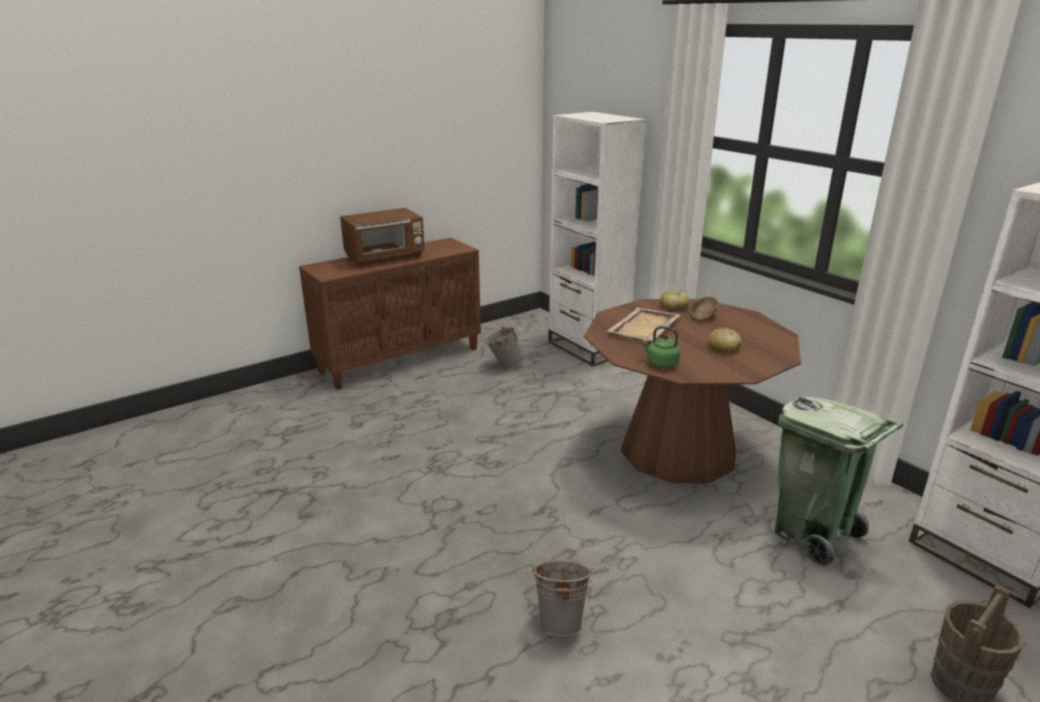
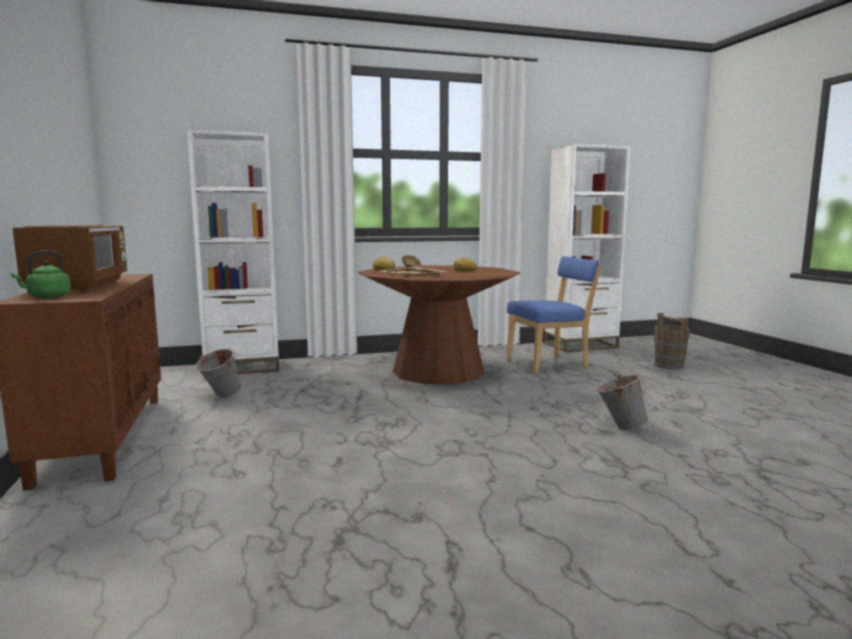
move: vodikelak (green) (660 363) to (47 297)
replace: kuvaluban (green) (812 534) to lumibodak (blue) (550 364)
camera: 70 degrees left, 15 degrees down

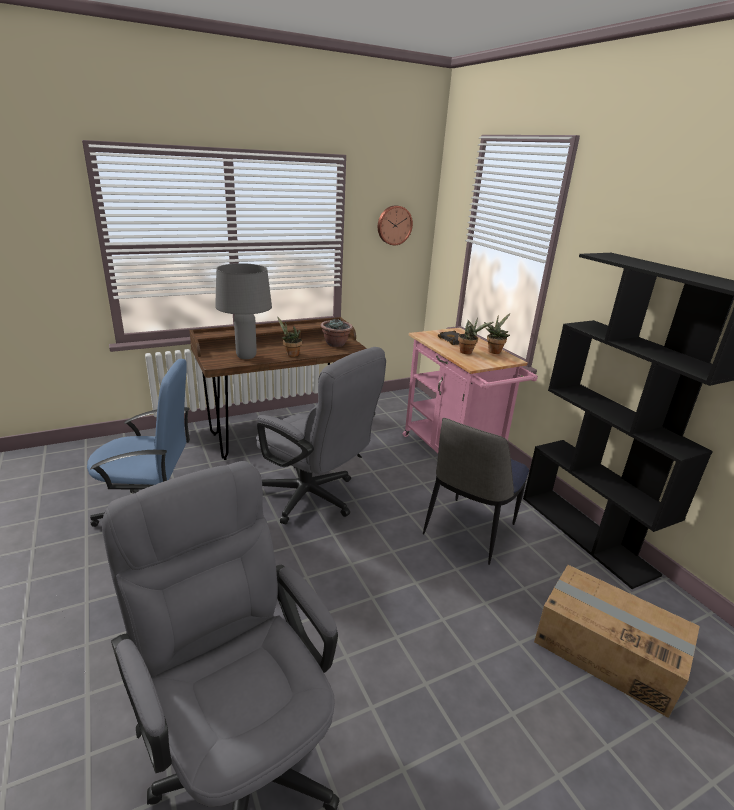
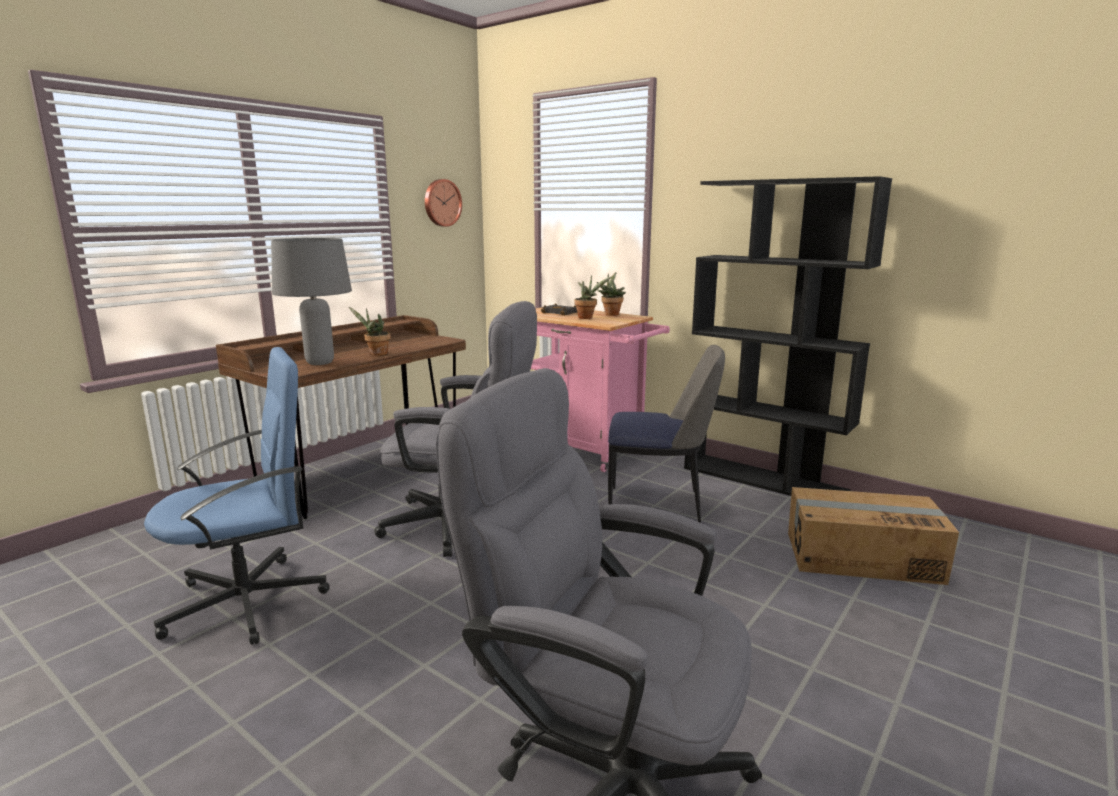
delete: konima (336 344)
rotate: lumibodak (468 531) = (658 506) 90 degrees counterclockwise
camera: 25 degrees left, 10 degrees down

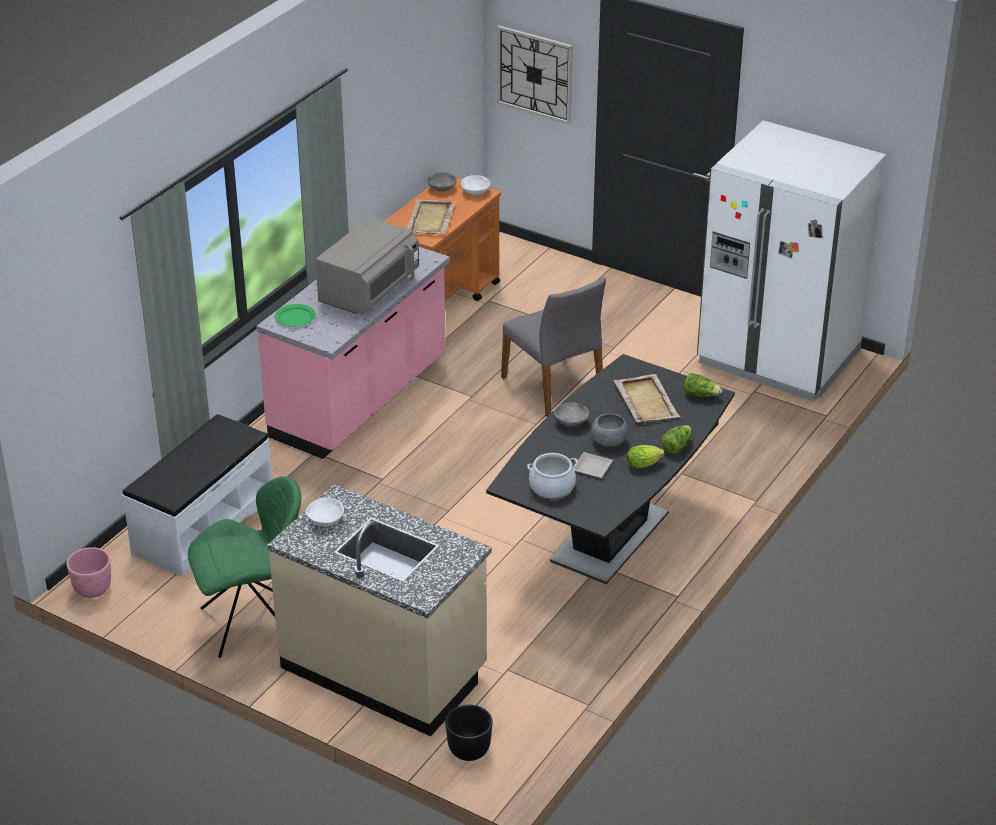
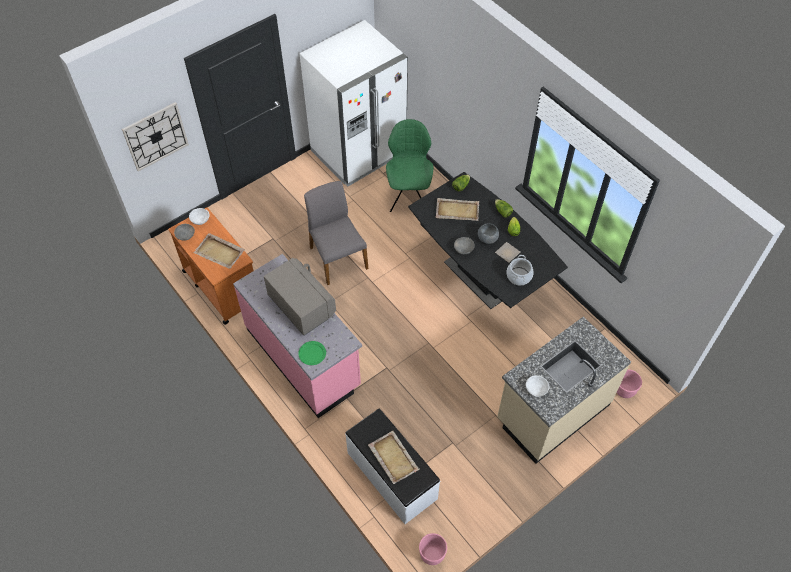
insert: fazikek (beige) (393 457)
move: lumibodak (green) (251 623) to (409 195)
recolor: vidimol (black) (468 751) to vidimol (pink) (624 391)
rotate: lumibodak (grey) (554 387) = (337 258) 105 degrees counterclockwise
camera: 70 degrees left, 20 degrees up

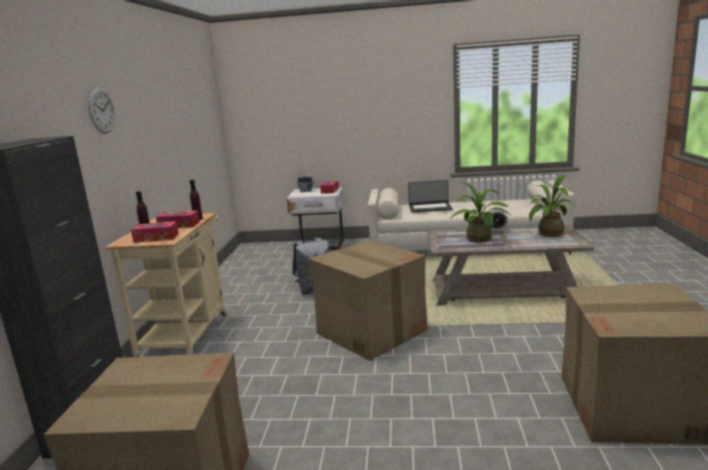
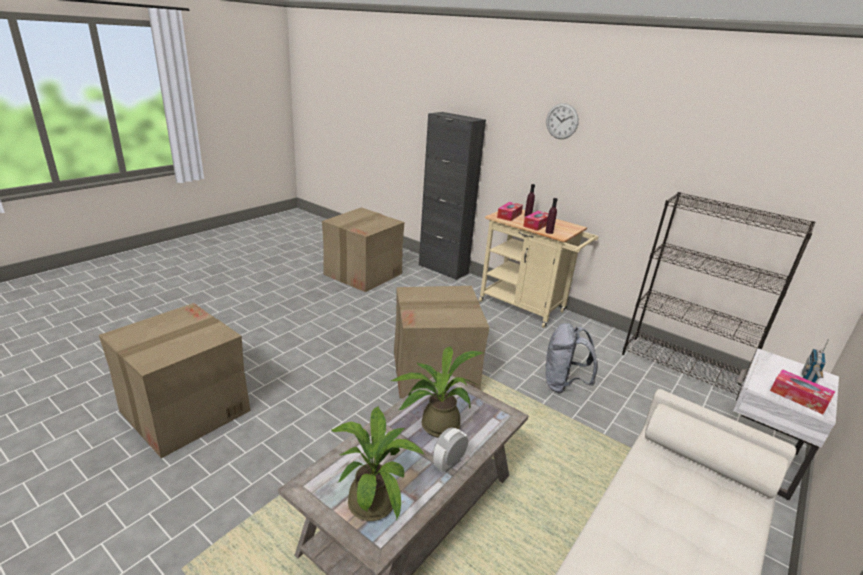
delete: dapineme (430 208)
insert: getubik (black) (683 367)
camera: 120 degrees right, 10 degrees up

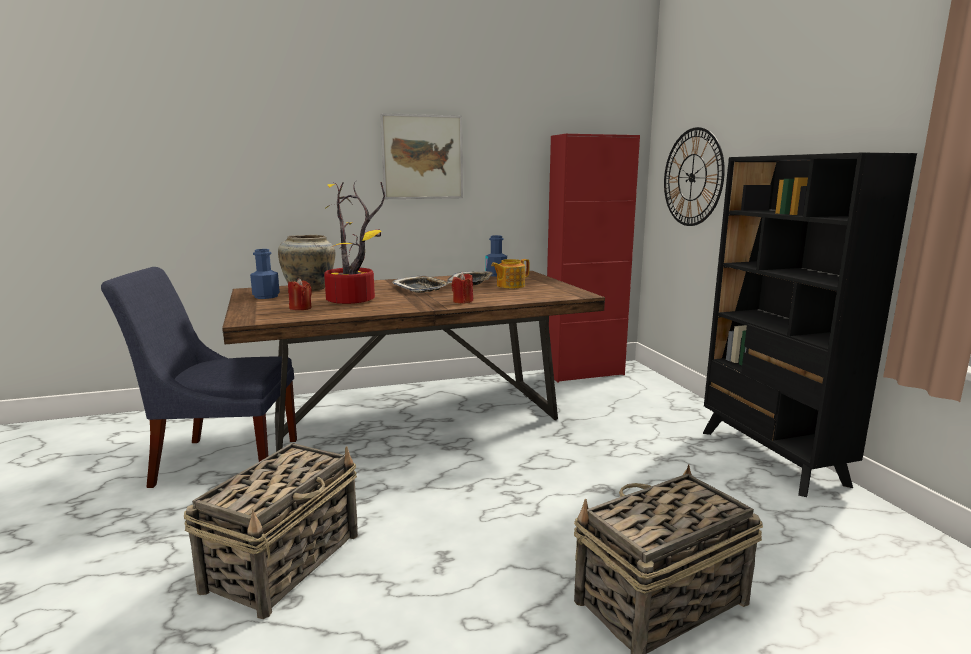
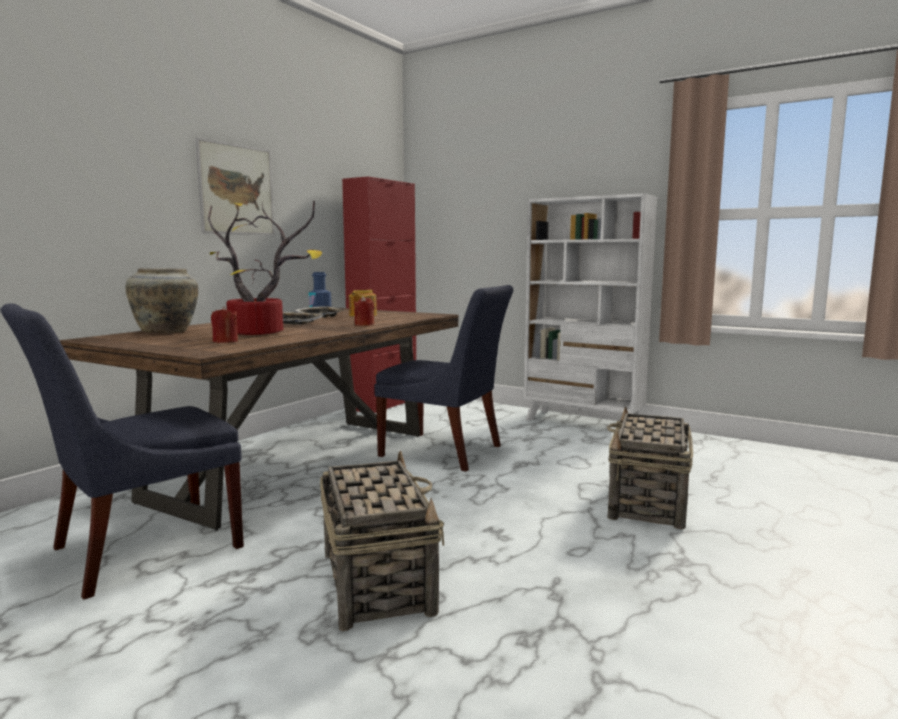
delete: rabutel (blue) (266 296); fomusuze (692 177)
insert: lumibodak (blue) (445 452)
recolor: getubik (black) (771 457) to getubik (white) (583 423)
camera: 40 degrees left, 5 degrees down

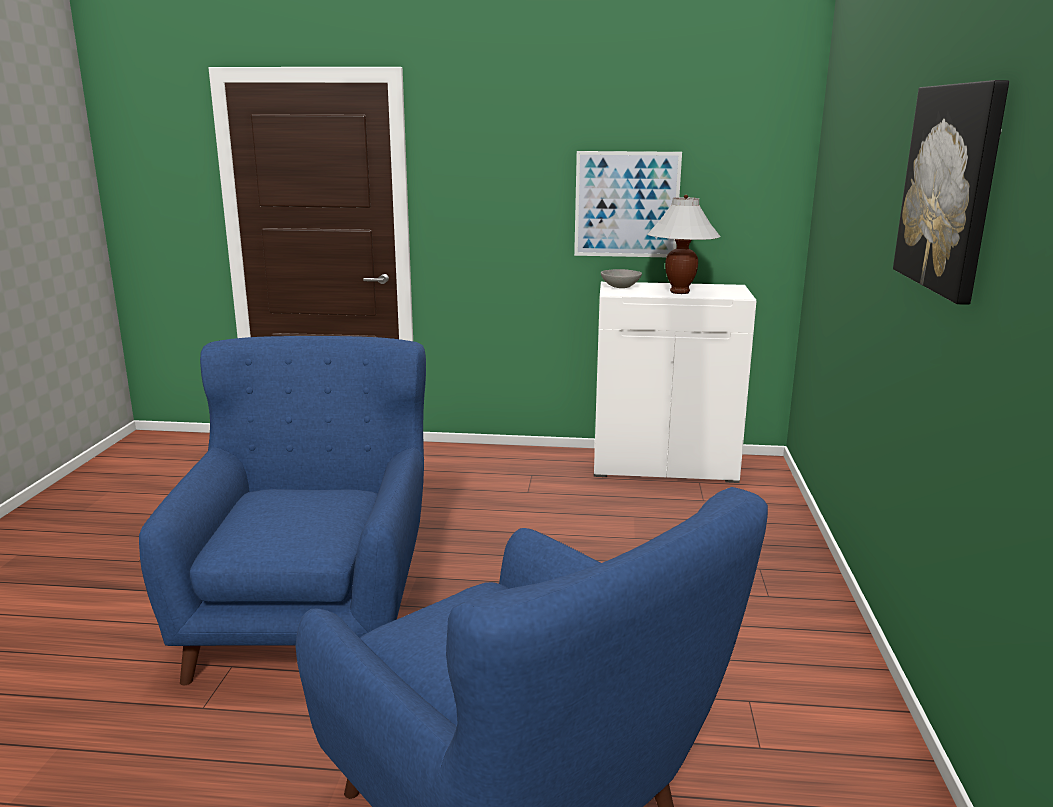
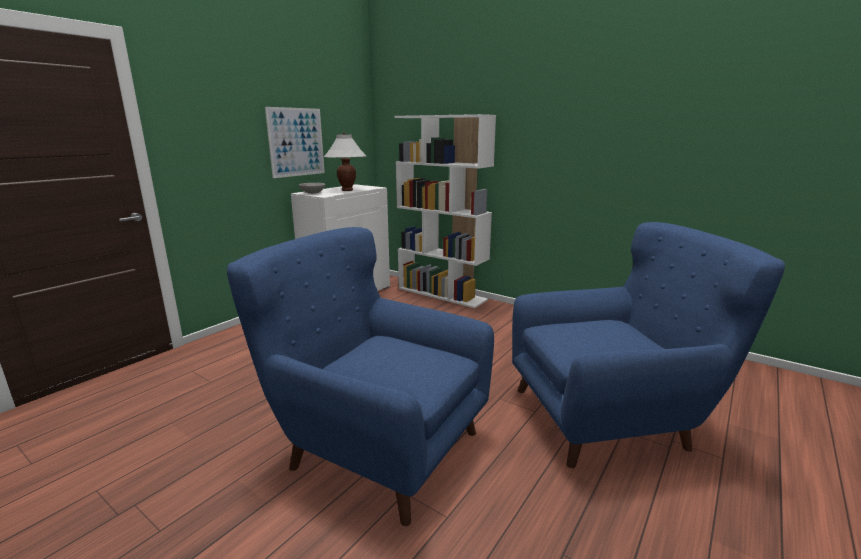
delete: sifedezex (950 188)
insert: getubik (white) (442 294)
camera: 60 degrees left, 0 degrees up

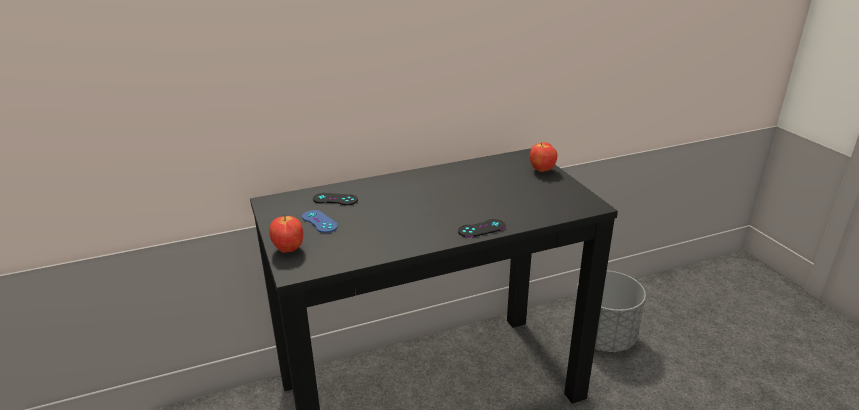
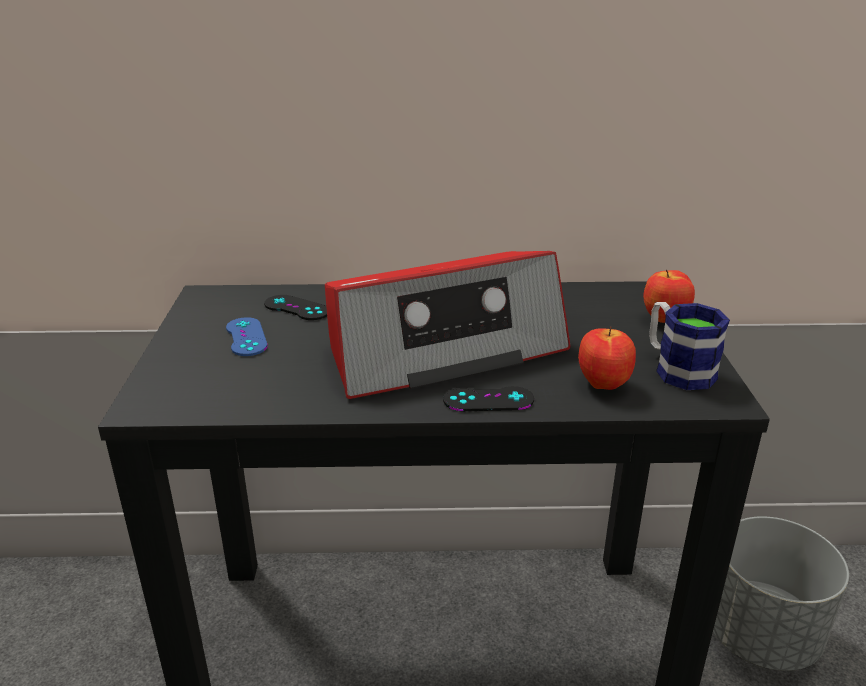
insert: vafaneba (443 349); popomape (676 369)
move: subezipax (288 249) to (602 385)
camera: 20 degrees right, 0 degrees up

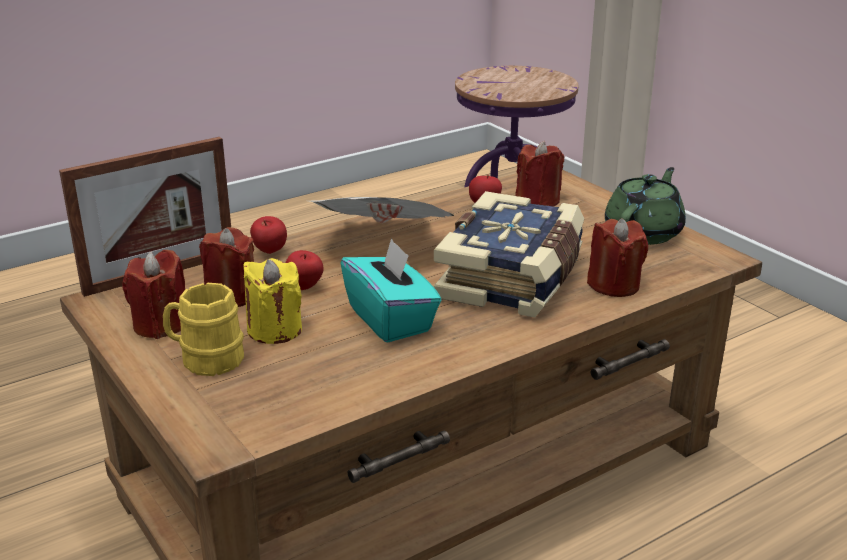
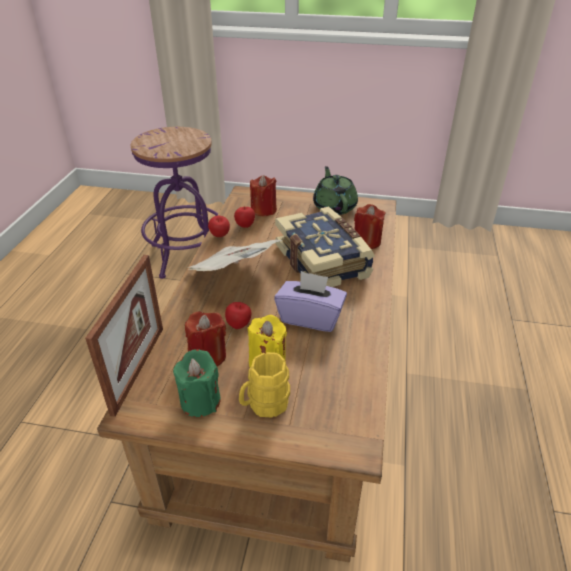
move: subezipax (269 252) to (220 236)
recolor: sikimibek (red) (161 325) to sikimibek (green) (200 401); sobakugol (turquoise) (391 319) to sobakugol (purple) (310 317)
camera: 45 degrees left, 10 degrees up

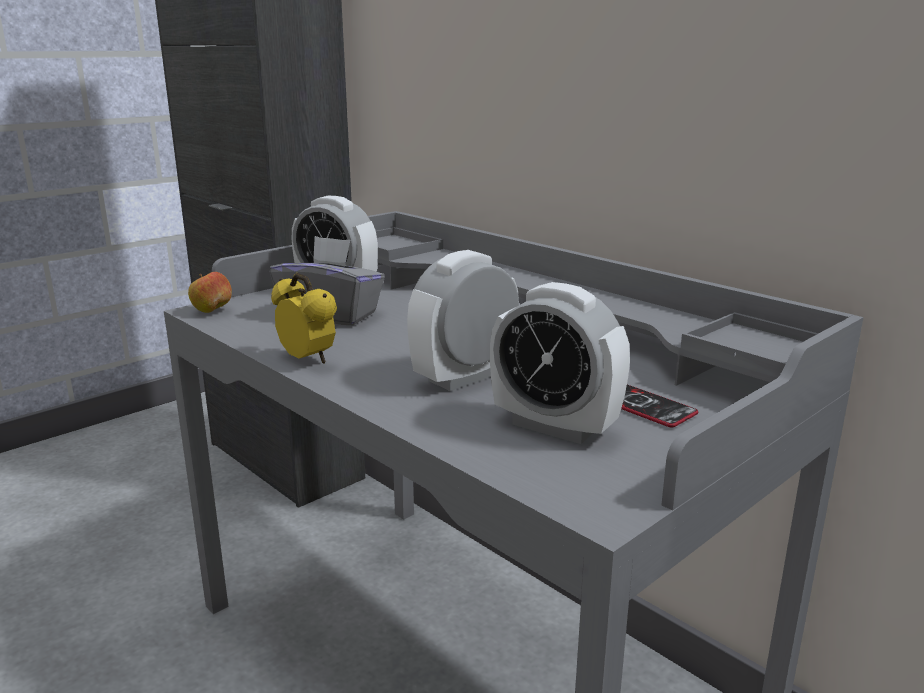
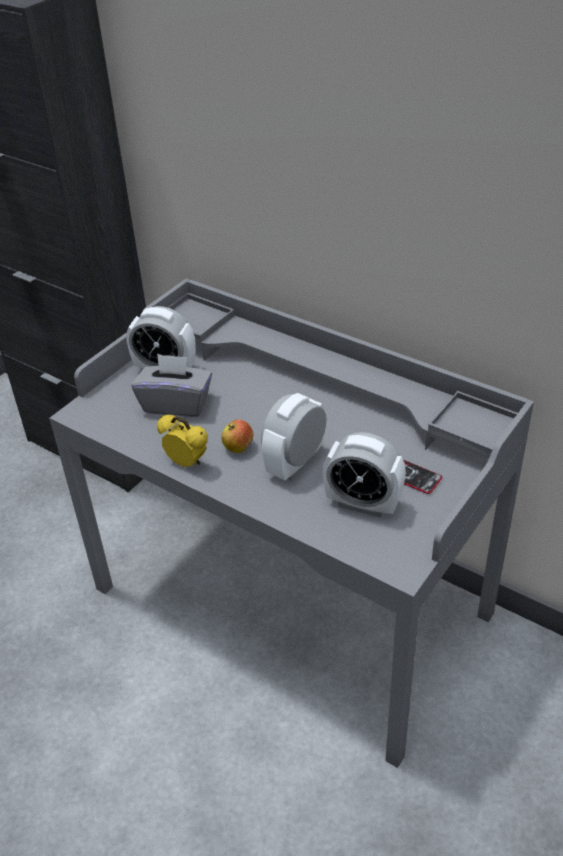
move: subezipax (212 311) to (238 447)
camera: 10 degrees left, 20 degrees up

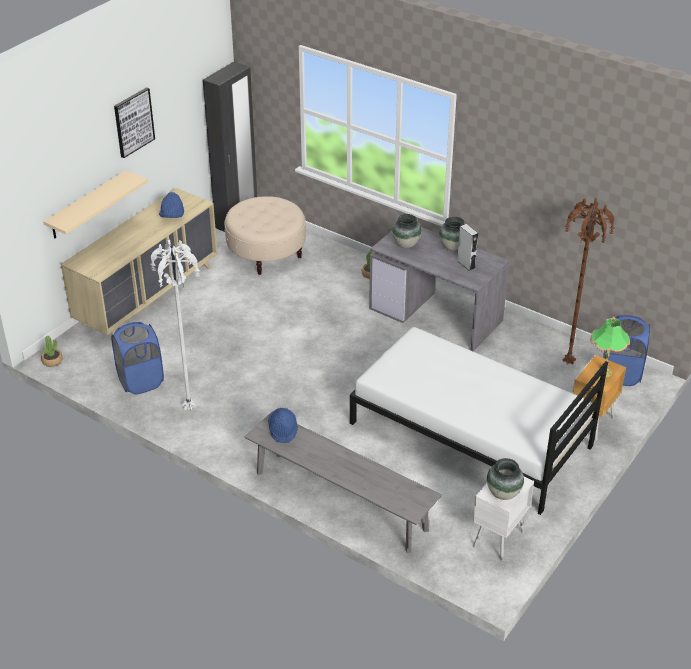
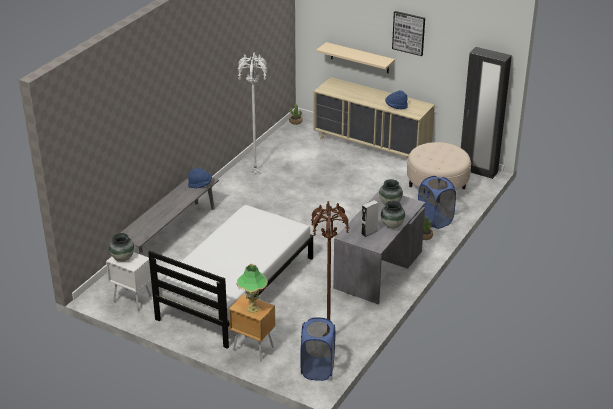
move: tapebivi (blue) (141 381) to (435 220)
camera: 85 degrees right, 5 degrees down

